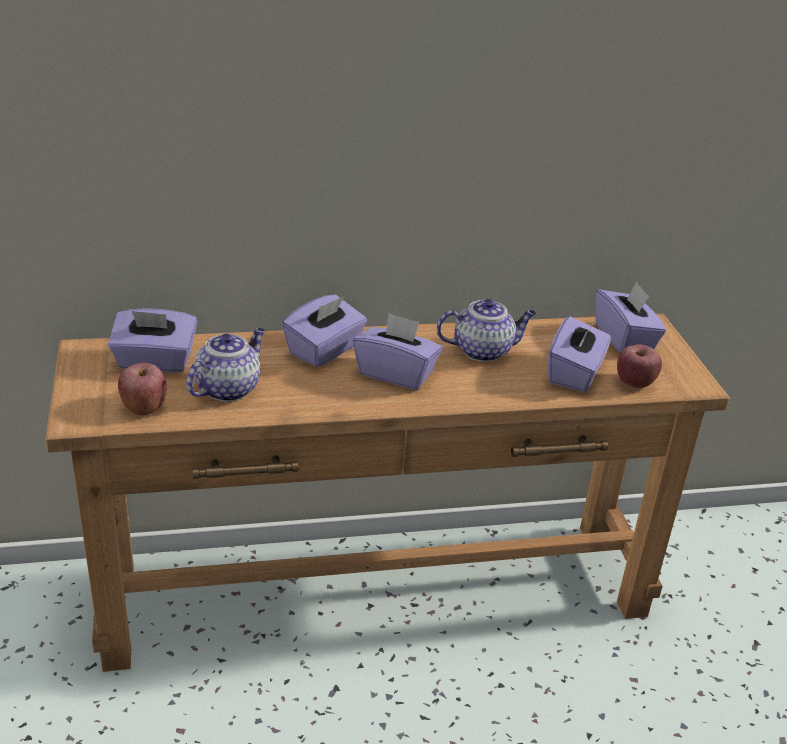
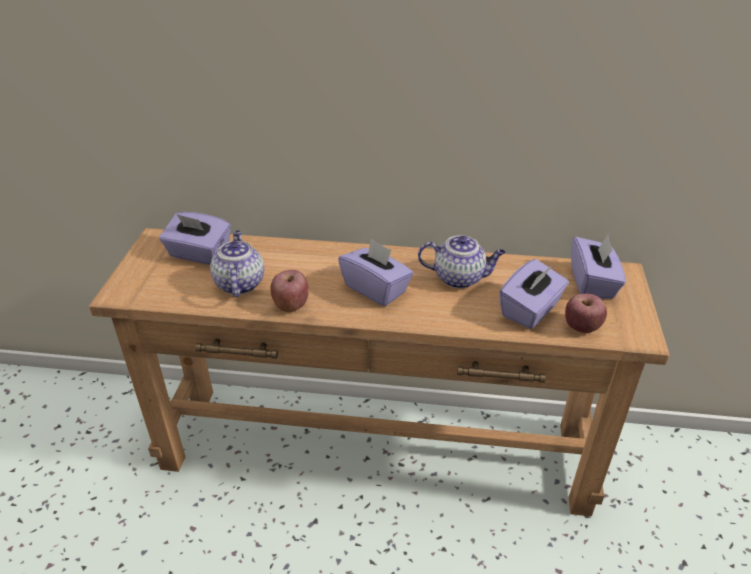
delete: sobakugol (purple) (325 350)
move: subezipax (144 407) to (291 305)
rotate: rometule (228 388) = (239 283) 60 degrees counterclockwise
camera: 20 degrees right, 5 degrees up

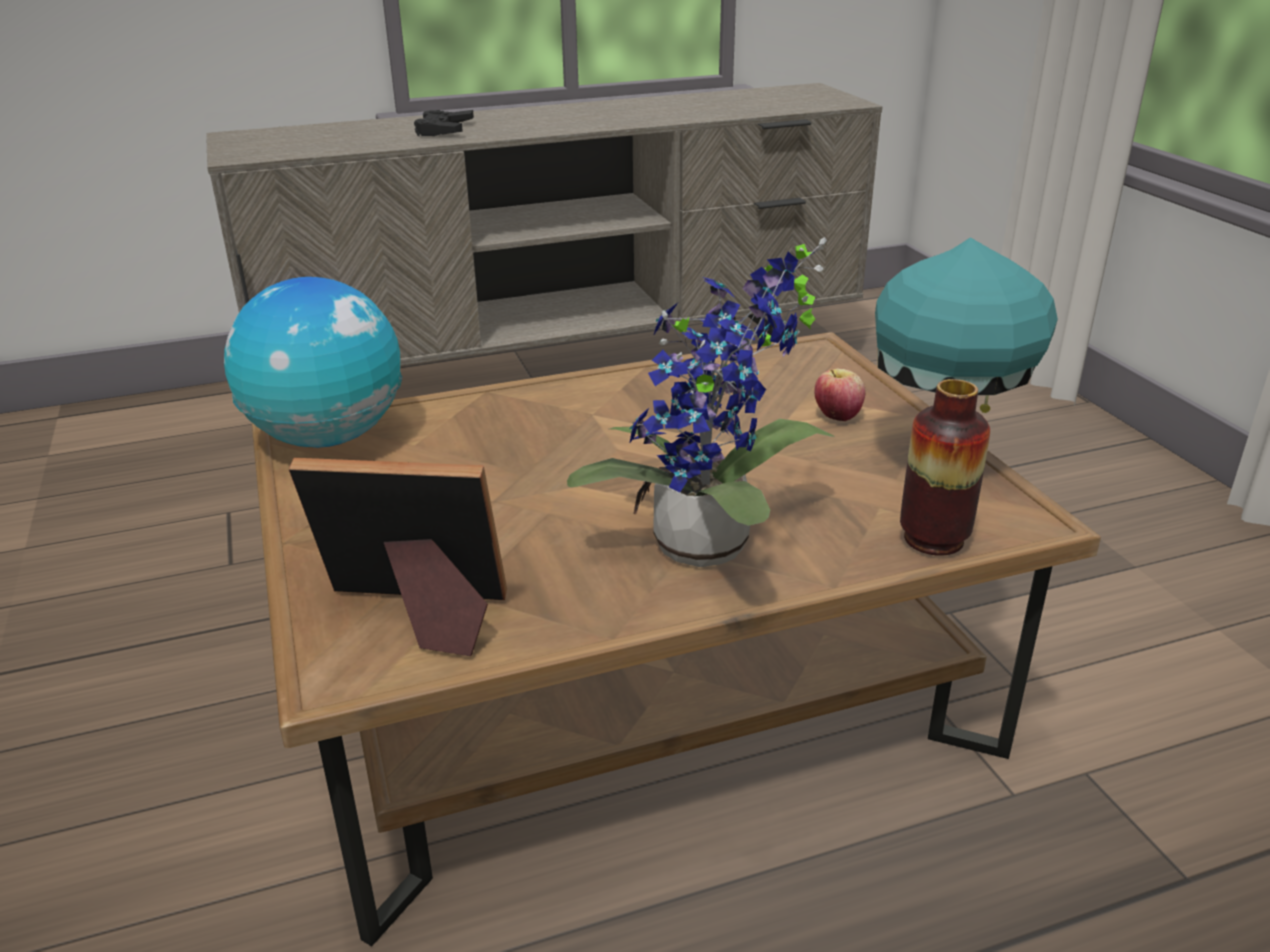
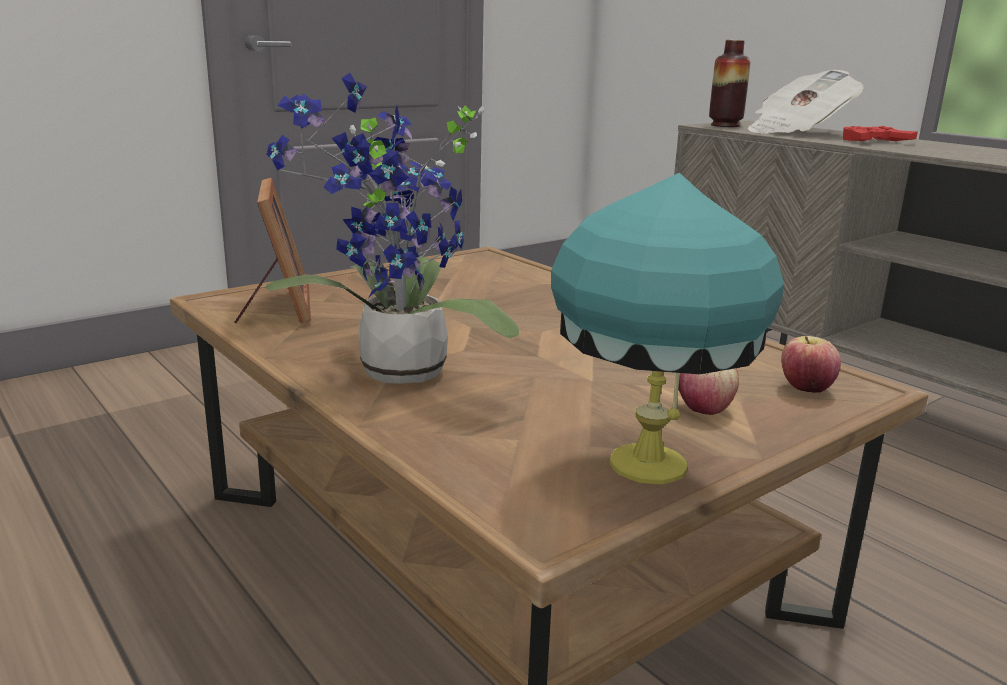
delete: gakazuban (328 437)
insert: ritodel (797 132); subezipax (805 389)
move: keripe (933 539) to (725 125)
recolor: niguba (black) (444 130) to niguba (red) (875 142)
camera: 70 degrees right, 10 degrees down

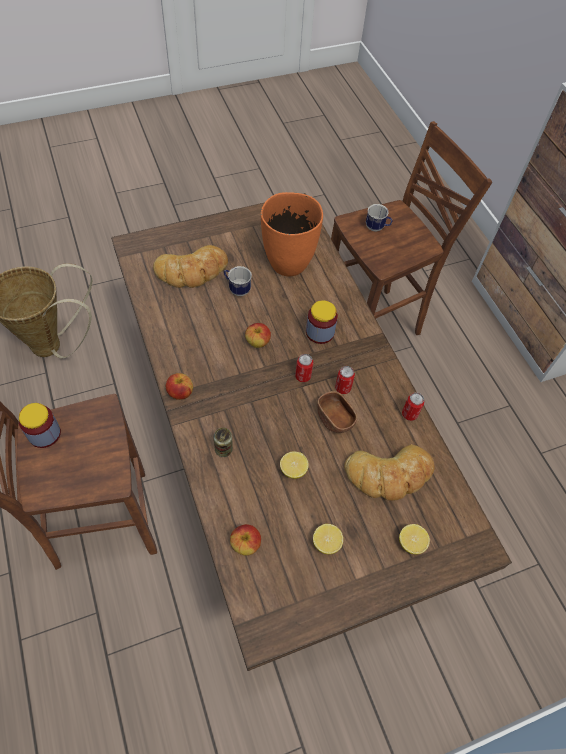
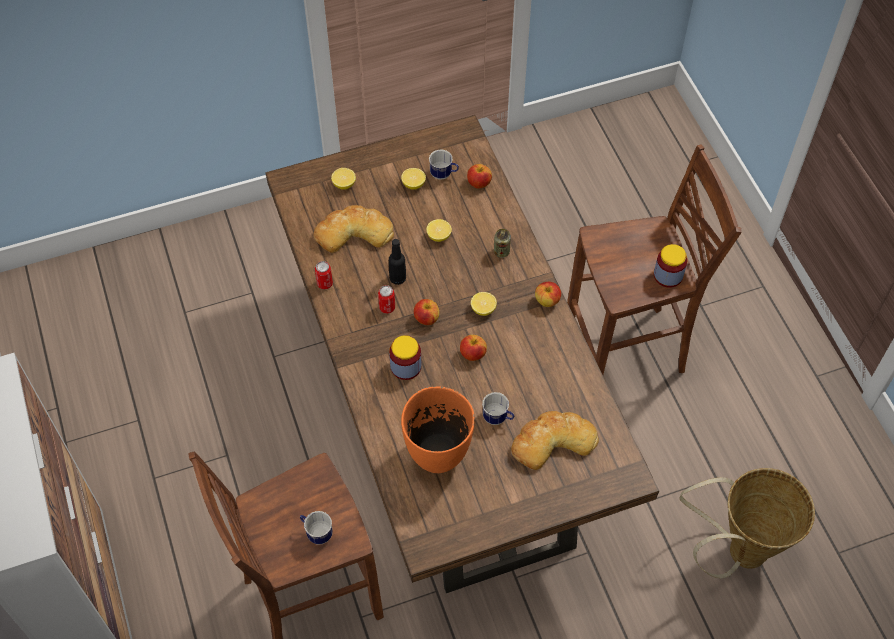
insert: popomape (444 174); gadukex (483 309)
replace: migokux (303 376) to subezipax (426 319); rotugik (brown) (335 419) to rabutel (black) (397 278)
camera: 175 degrees left, 0 degrees up

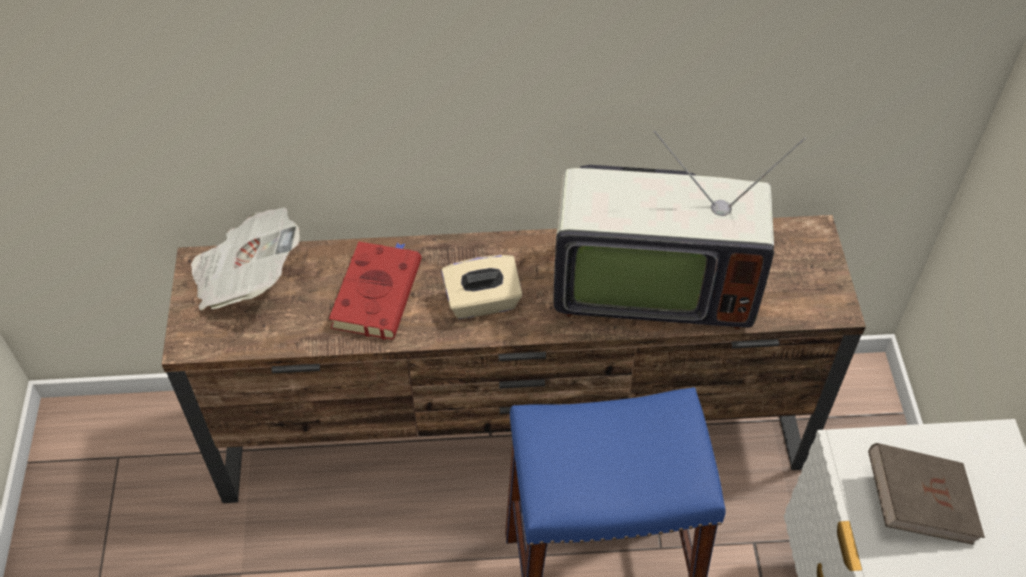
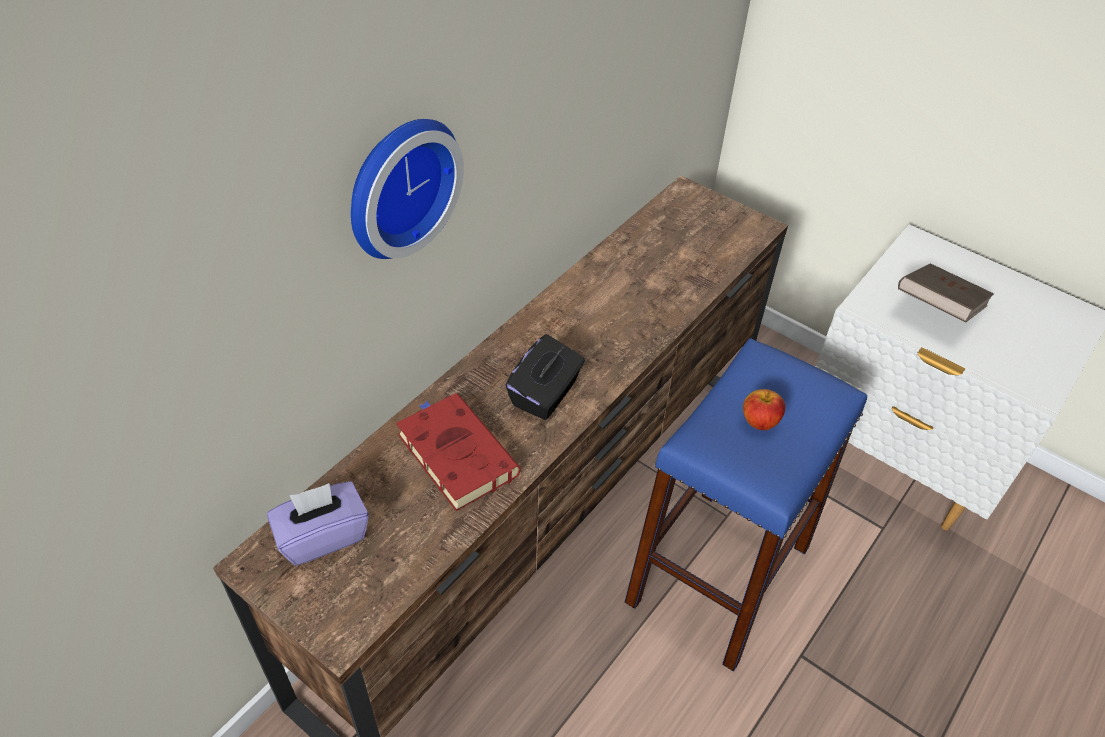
delete: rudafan (649 285)
insert: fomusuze (397 185); subezipax (759 422)
replace: ritodel (247 278) to sobakugol (purple) (323 536)
recolor: sobakugol (beige) (483 302) to sobakugol (black) (545 394)
camera: 50 degrees left, 5 degrees down

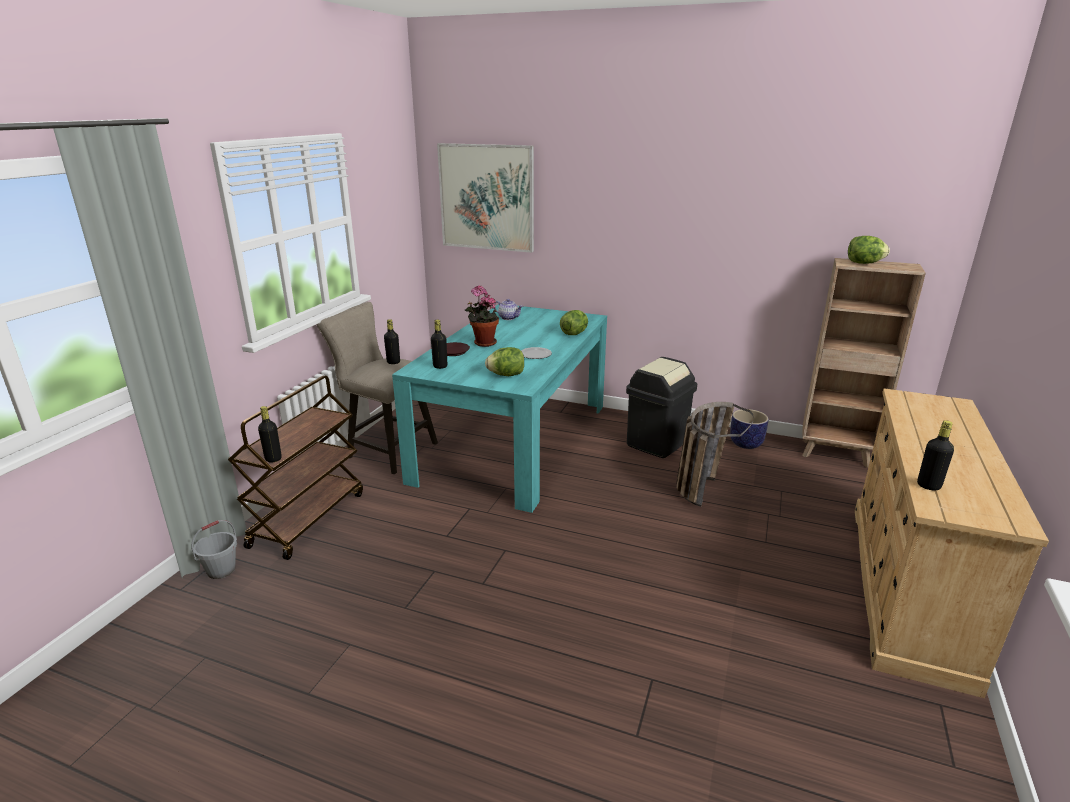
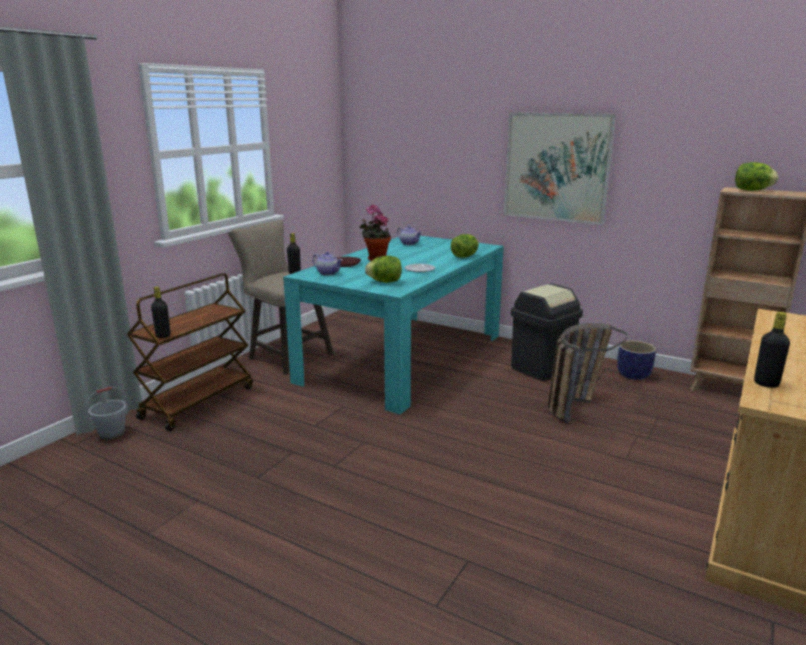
move: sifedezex (487 197) to (557 167)
replace: rabutel (black) (440 366) to rometule (328 273)
camera: 10 degrees right, 5 degrees down

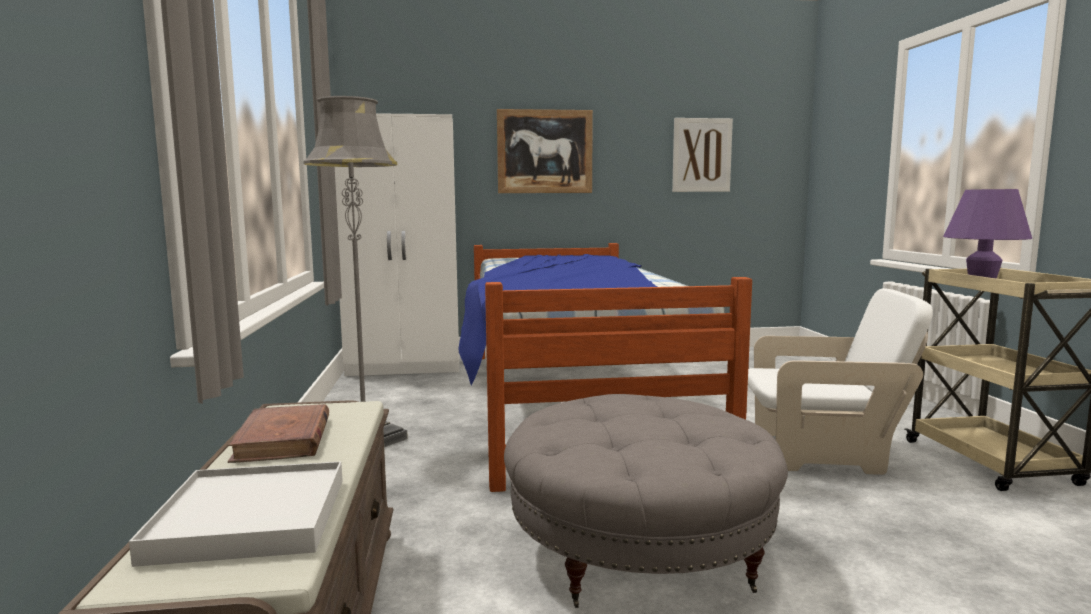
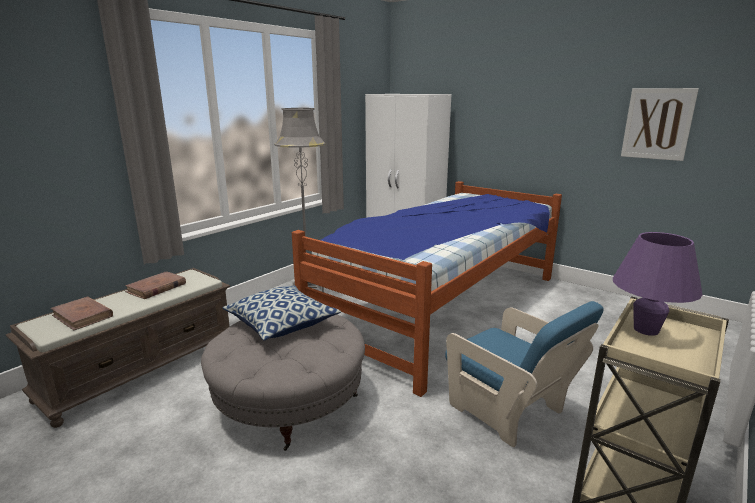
delete: sifedezex (545 151)
insert: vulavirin (282 324)
replace: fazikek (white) (250 518) to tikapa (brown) (82 316)
recolor: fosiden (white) (823 453) to fosiden (blue) (510 412)
camera: 45 degrees right, 10 degrees up

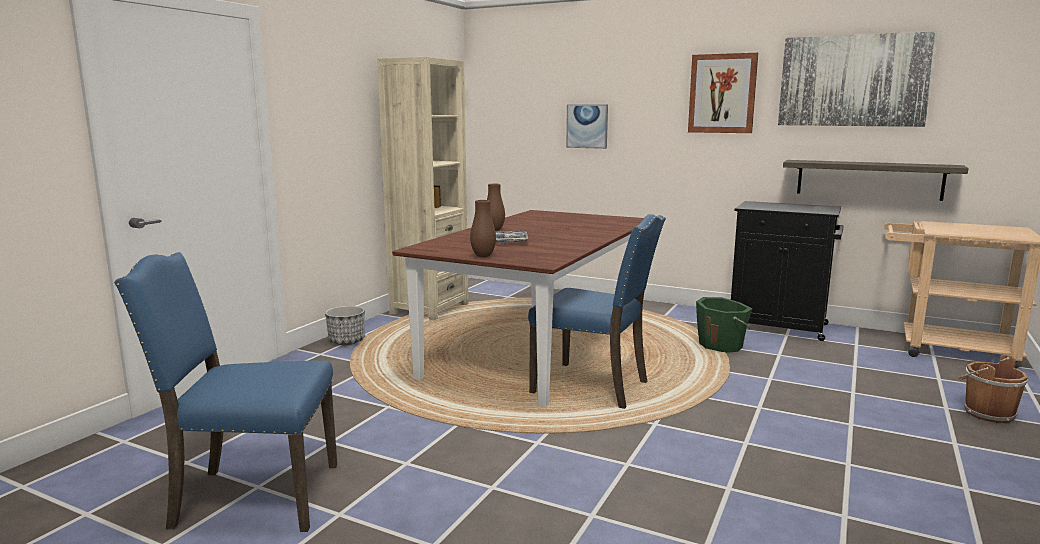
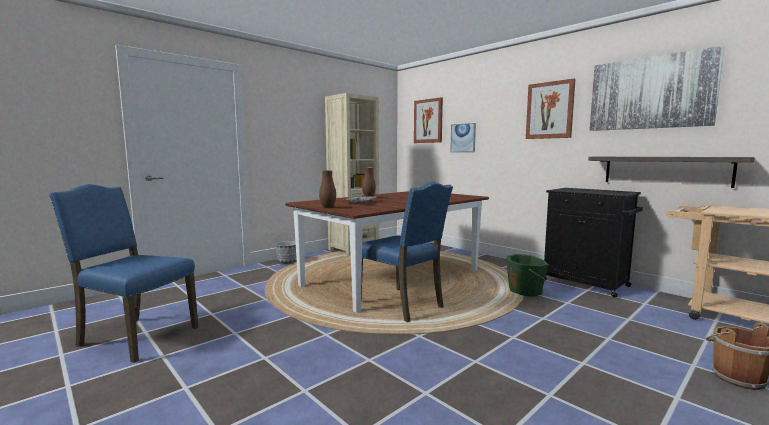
insert: sifedezex (428 121)
camera: 20 degrees right, 5 degrees down

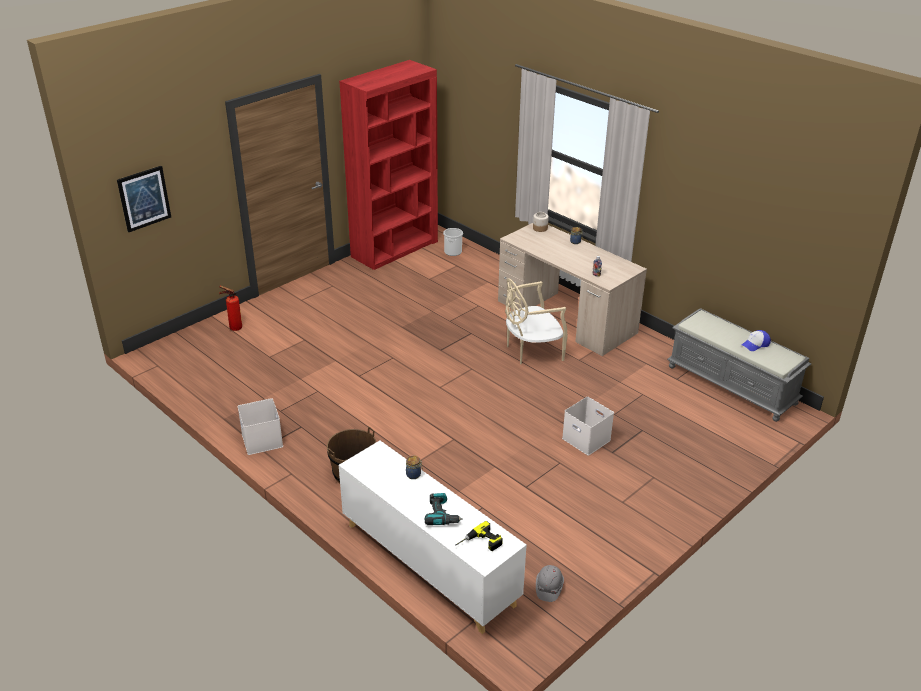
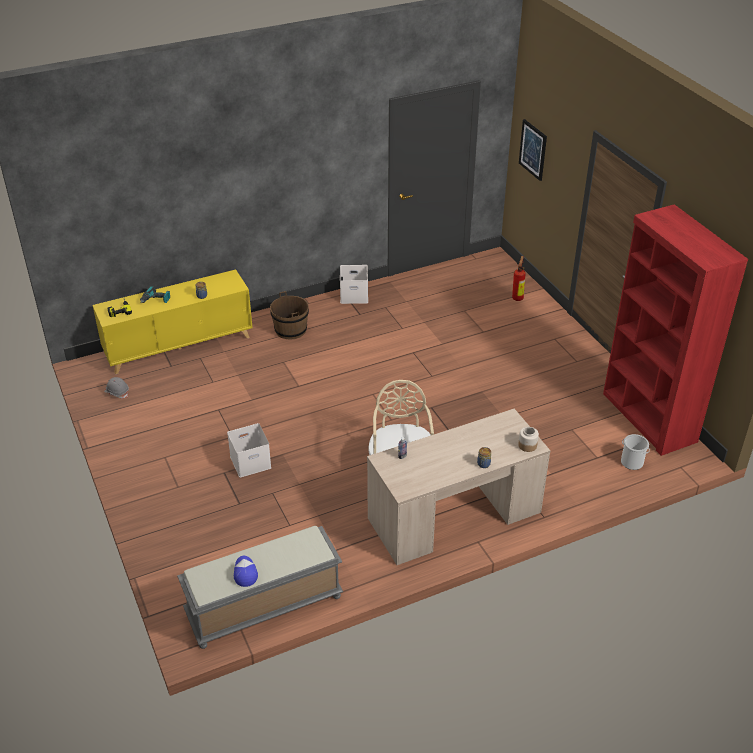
recolor: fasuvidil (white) (428 564) to fasuvidil (yellow) (179 345)
camera: 110 degrees right, 5 degrees up

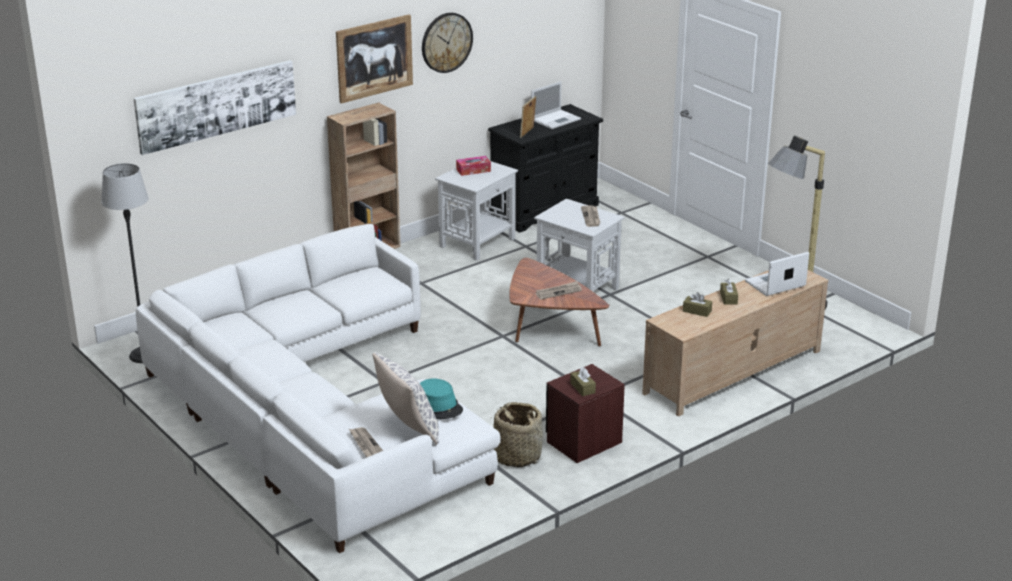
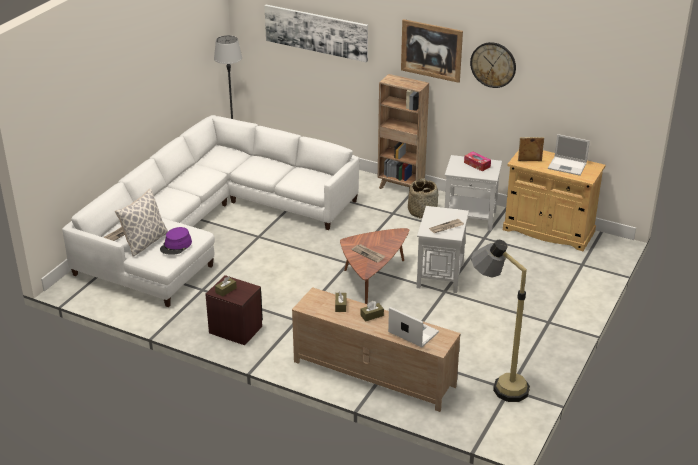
move: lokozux (516 456) to (422 212)
recolor: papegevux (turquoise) (439 406) to papegevux (purple) (176 246); fasuvidil (black) (544 210) to fasuvidil (beige) (548 231)
camera: 65 degrees right, 5 degrees up

